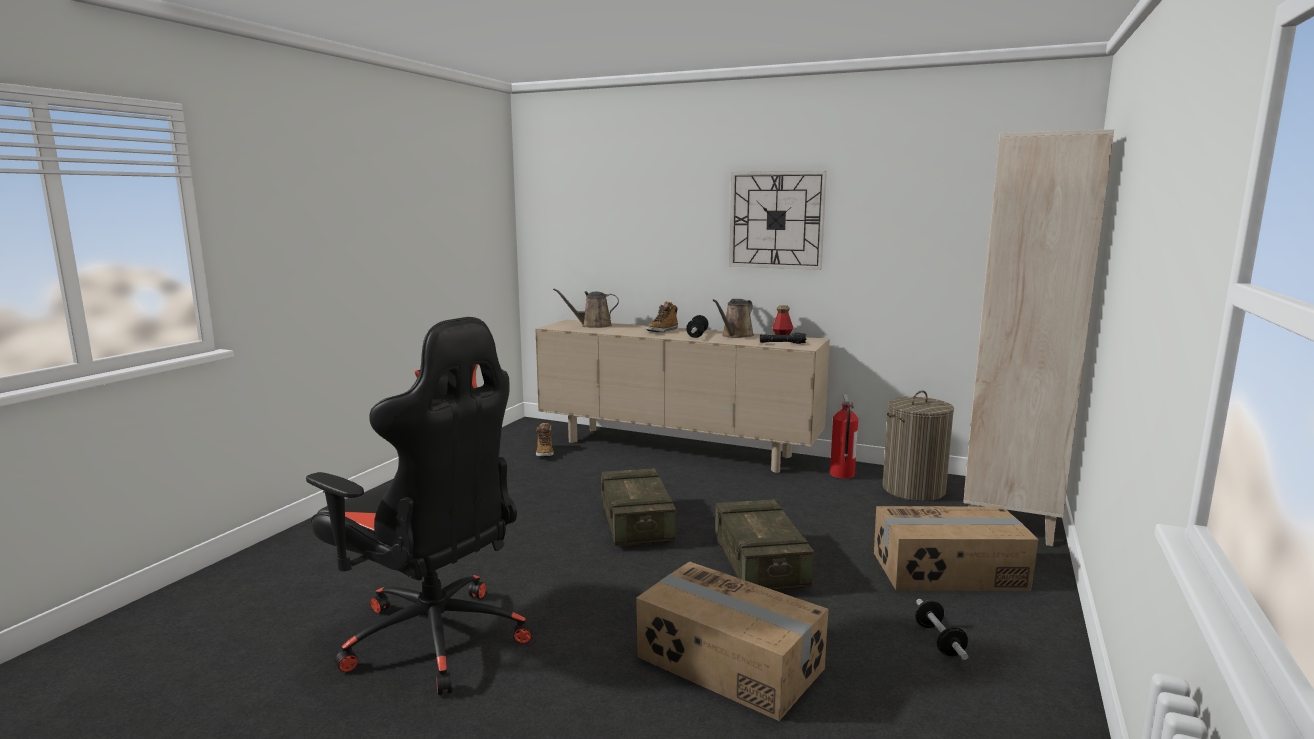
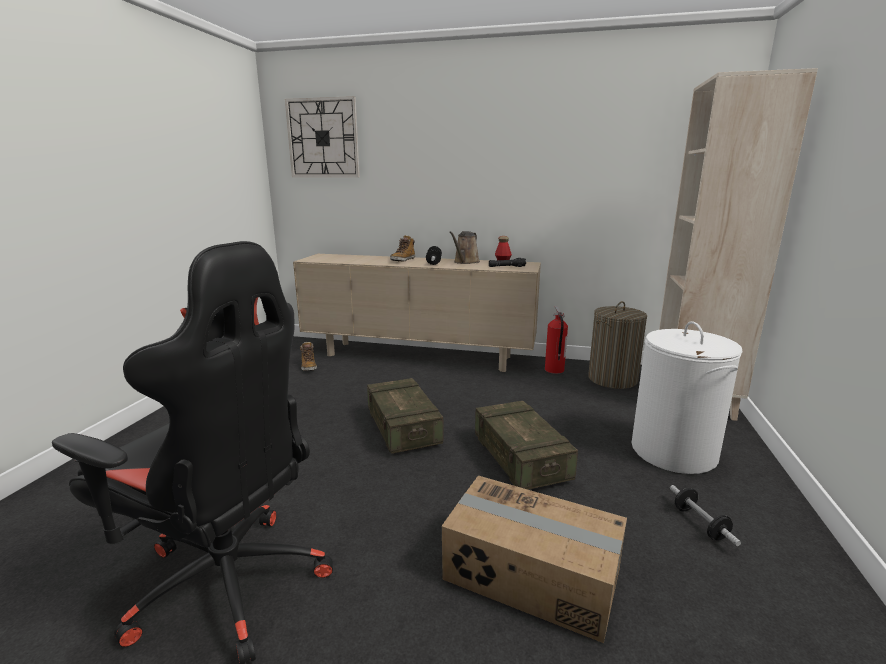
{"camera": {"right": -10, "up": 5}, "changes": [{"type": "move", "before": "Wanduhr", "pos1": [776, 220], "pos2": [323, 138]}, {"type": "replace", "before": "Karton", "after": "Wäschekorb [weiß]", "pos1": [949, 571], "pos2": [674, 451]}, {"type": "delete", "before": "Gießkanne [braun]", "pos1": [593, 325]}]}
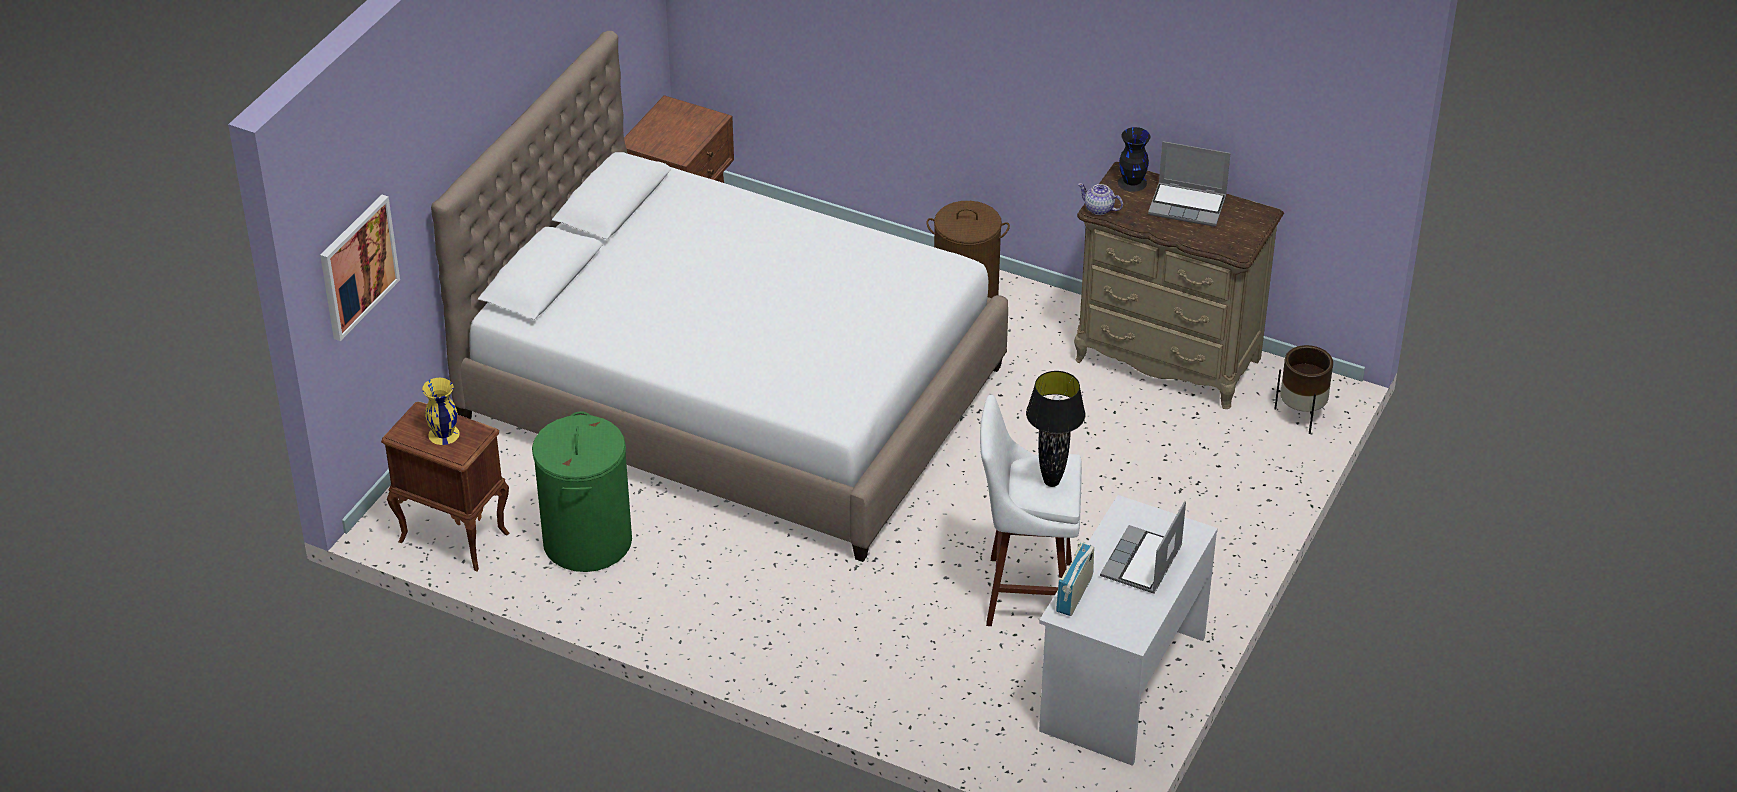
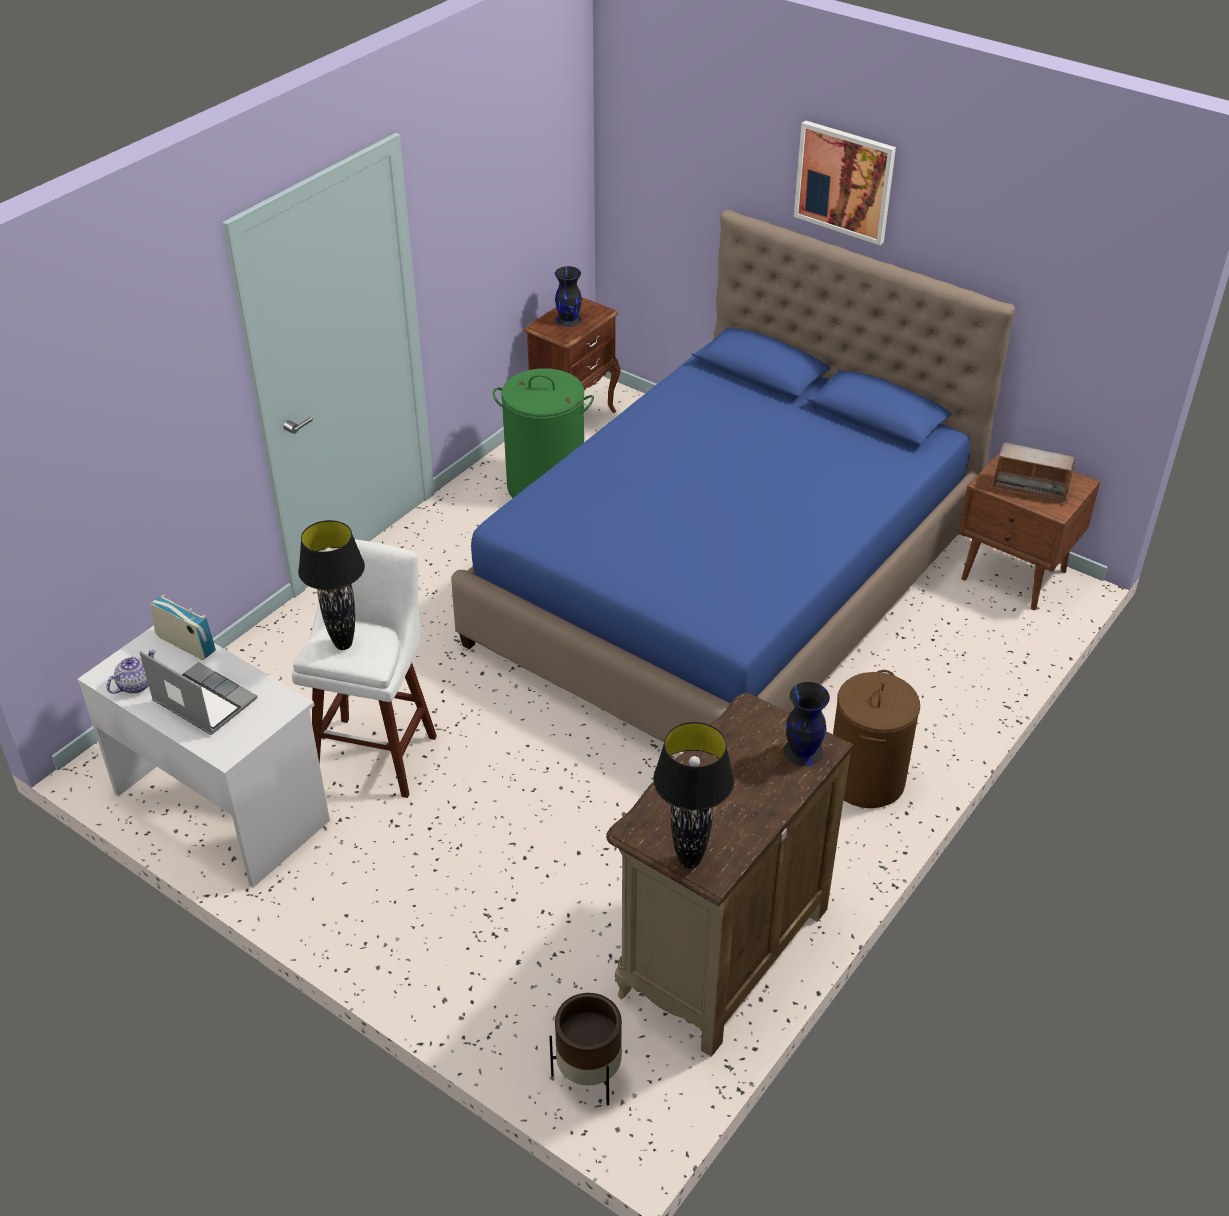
{"camera": {"right": 100, "up": 0}, "changes": [{"type": "move", "before": "Teekanne", "pos1": [1099, 209], "pos2": [135, 685]}, {"type": "recolor", "before": "Bett [weiß]", "after": "Bett [blau]", "pos1": [732, 392], "pos2": [727, 586]}, {"type": "recolor", "before": "Vase [gelb]", "after": "Vase [schwarz]", "pos1": [443, 434], "pos2": [568, 319]}, {"type": "insert", "after": "Tischlampe [schwarz]", "pos2": [689, 860]}, {"type": "move", "before": "Bild", "pos1": [357, 266], "pos2": [844, 181]}, {"type": "insert", "after": "Radio", "pos2": [1030, 489]}, {"type": "delete", "before": "Laptop", "pos1": [1188, 205]}]}
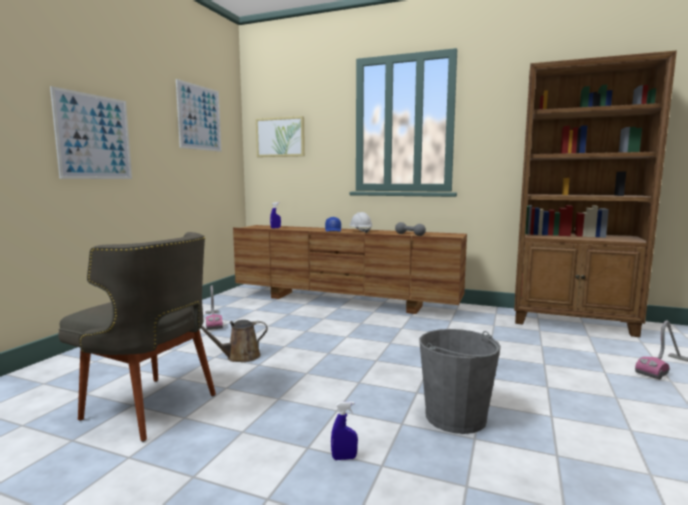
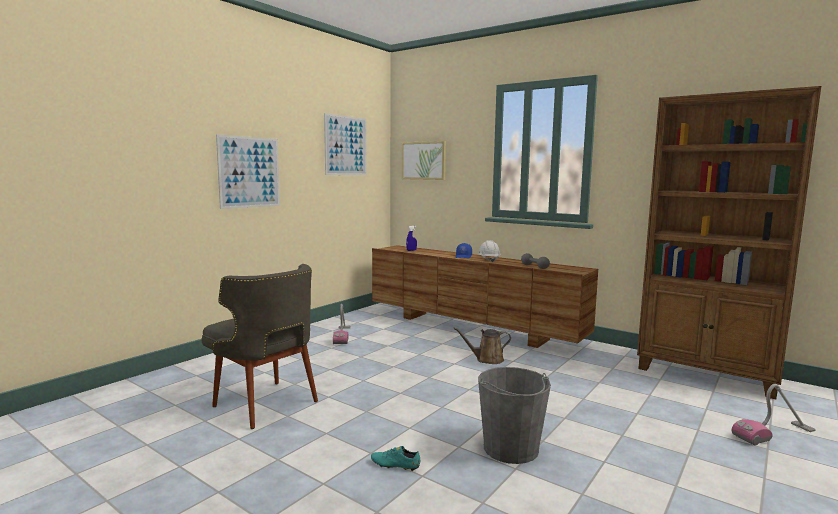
{"camera": {"right": 15, "up": 0}, "changes": [{"type": "replace", "before": "Sprühflasche [blau]", "after": "Schuh [türkis]", "pos1": [344, 458], "pos2": [395, 465]}, {"type": "move", "before": "Gießkanne [braun]", "pos1": [240, 357], "pos2": [487, 359]}]}
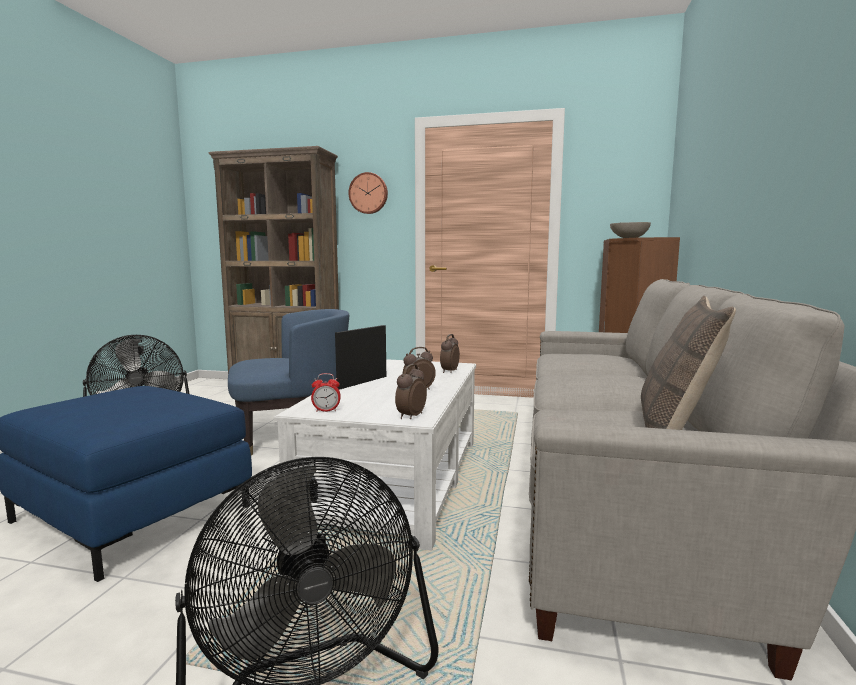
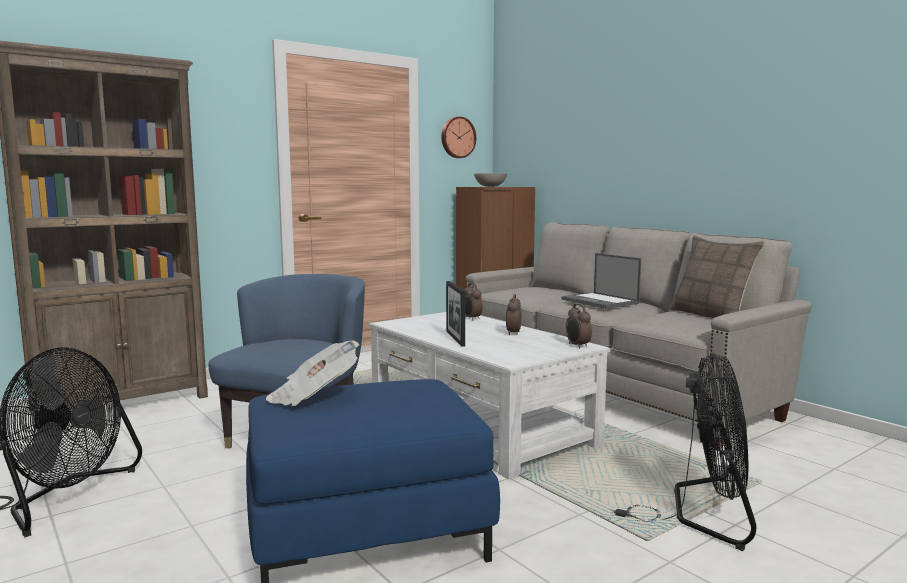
{"camera": {"right": -50, "up": 0}, "changes": [{"type": "insert", "after": "Zeitung", "pos2": [314, 397]}, {"type": "move", "before": "Wanduhr", "pos1": [368, 193], "pos2": [457, 137]}, {"type": "insert", "after": "Laptop", "pos2": [600, 301]}, {"type": "delete", "before": "Wecker", "pos1": [326, 411]}]}
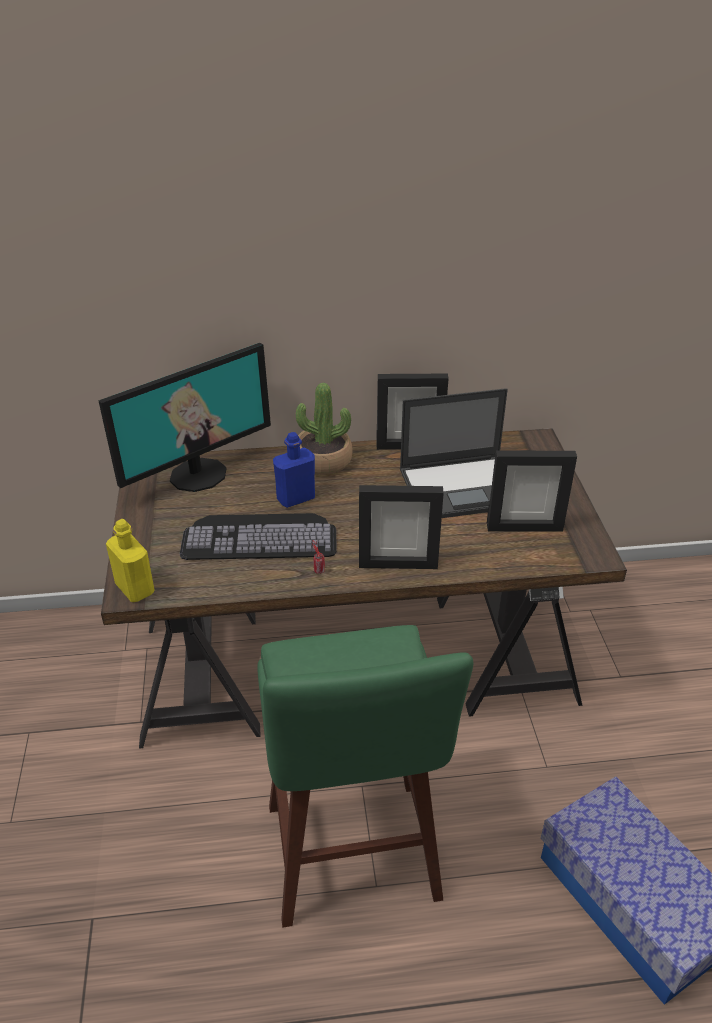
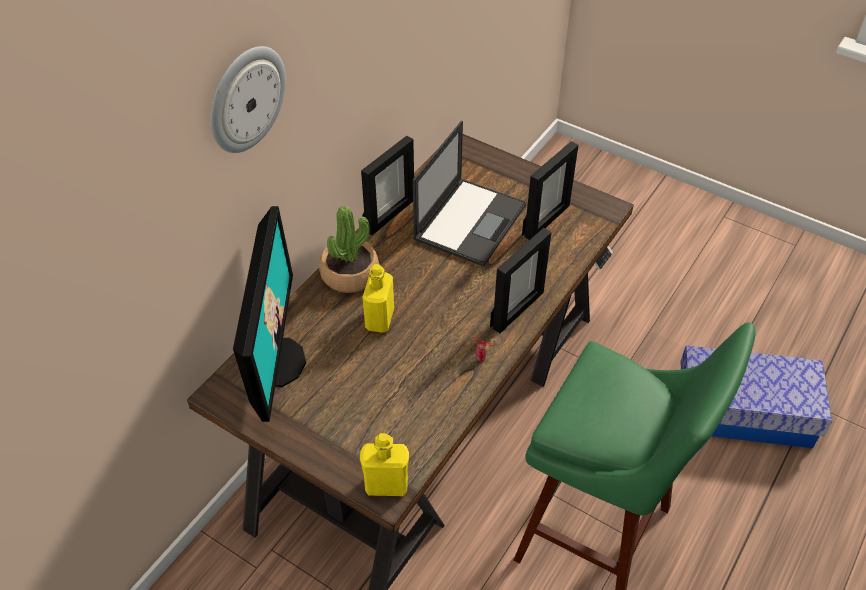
{"camera": {"right": -50, "up": 10}, "changes": [{"type": "insert", "after": "Wanduhr", "pos2": [246, 99]}, {"type": "recolor", "before": "Flasche [blau]", "after": "Flasche [gelb]", "pos1": [296, 498], "pos2": [379, 319]}, {"type": "delete", "before": "Tastatur", "pos1": [261, 536]}]}
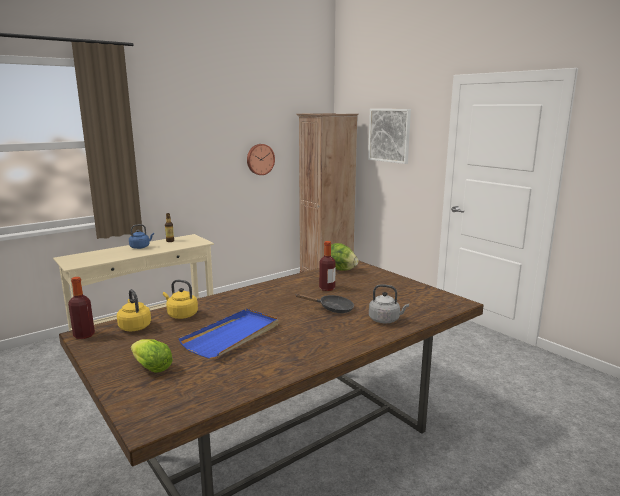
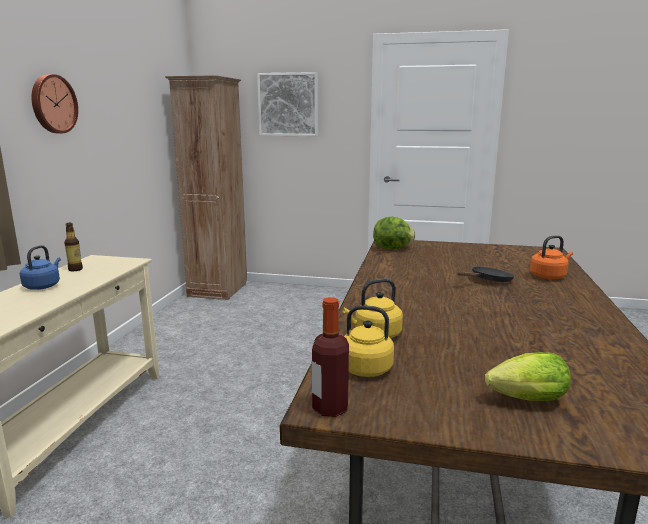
{"camera": {"right": -40, "up": 0}, "changes": [{"type": "move", "before": "Wanduhr", "pos1": [260, 159], "pos2": [52, 104]}, {"type": "recolor", "before": "Wasserkessel [grau]", "after": "Wasserkessel [orange]", "pos1": [385, 320], "pos2": [549, 276]}, {"type": "delete", "before": "Tablett [blau]", "pos1": [233, 336]}, {"type": "delete", "before": "Flasche", "pos1": [327, 288]}]}
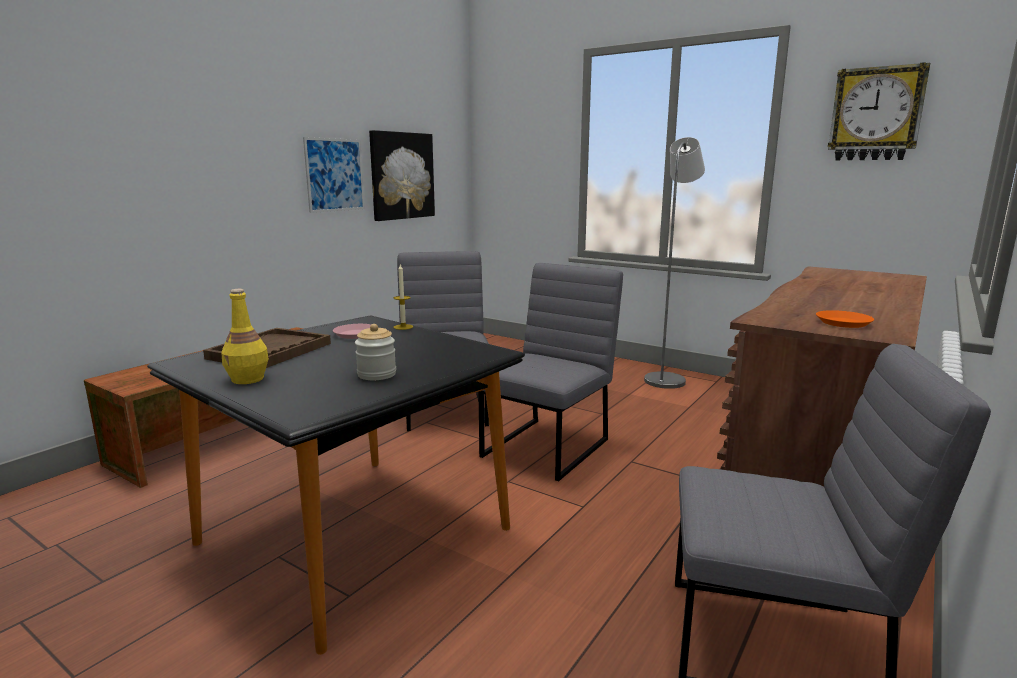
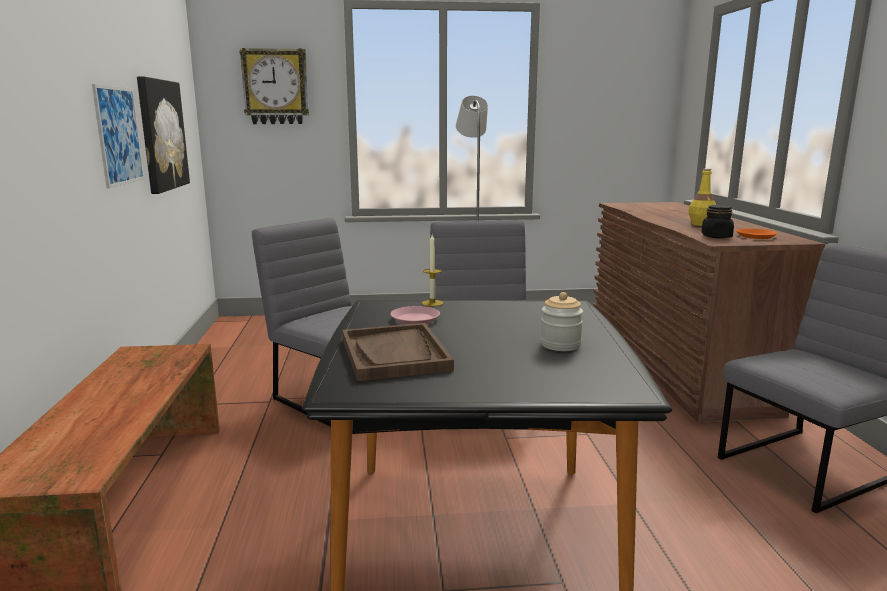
{"camera": {"right": -40, "up": 0}, "changes": [{"type": "move", "before": "Wanduhr", "pos1": [876, 114], "pos2": [276, 87]}, {"type": "move", "before": "Flasche [gelb]", "pos1": [248, 379], "pos2": [701, 224]}, {"type": "insert", "after": "Vorratsglas [schwarz]", "pos2": [716, 237]}]}
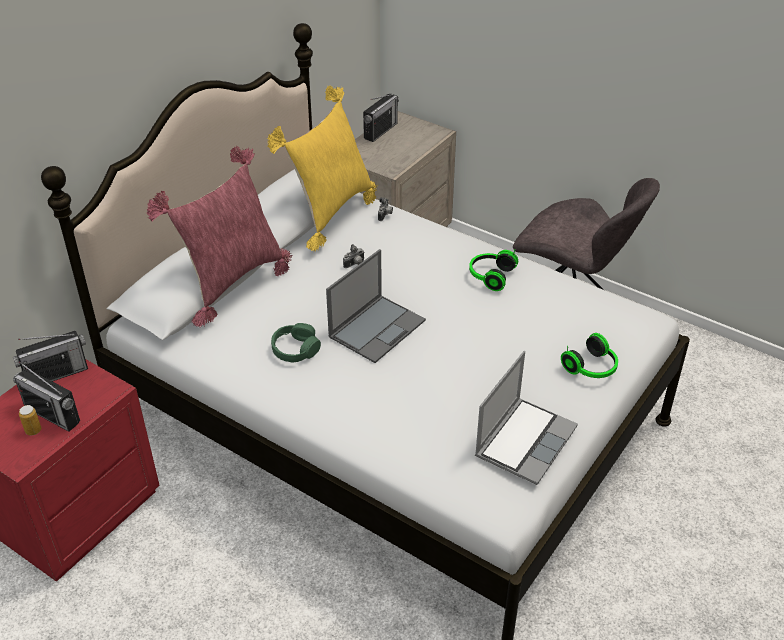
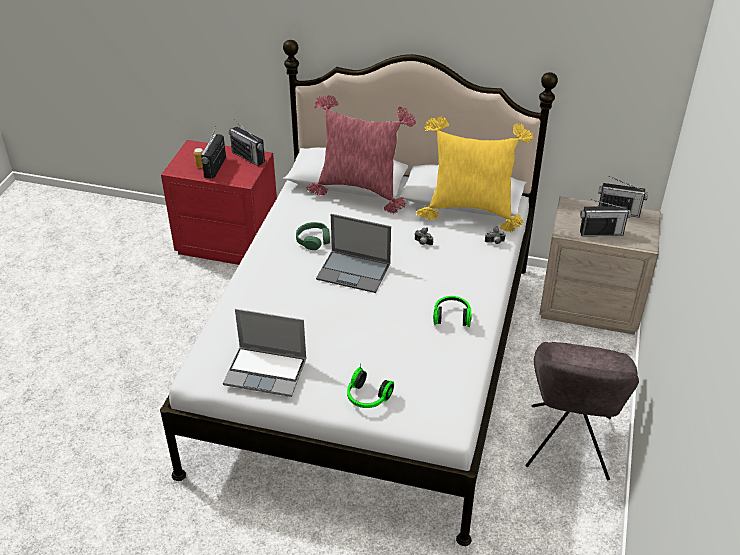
{"camera": {"right": 70, "up": 0}, "changes": [{"type": "insert", "after": "Radio", "pos2": [601, 232]}]}
